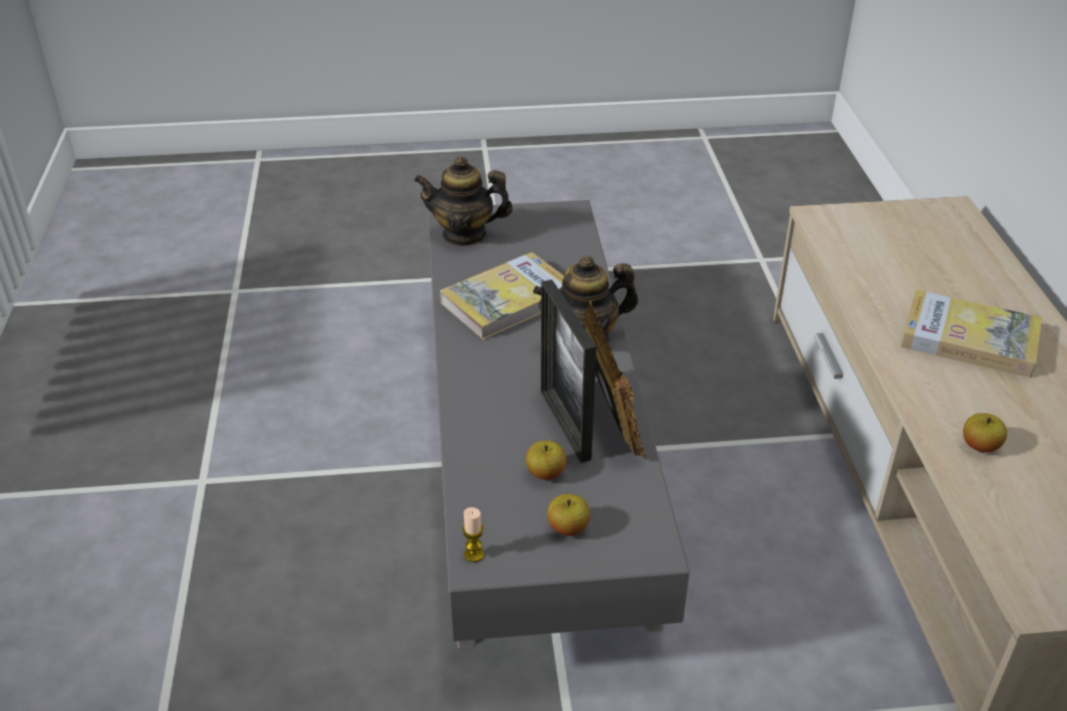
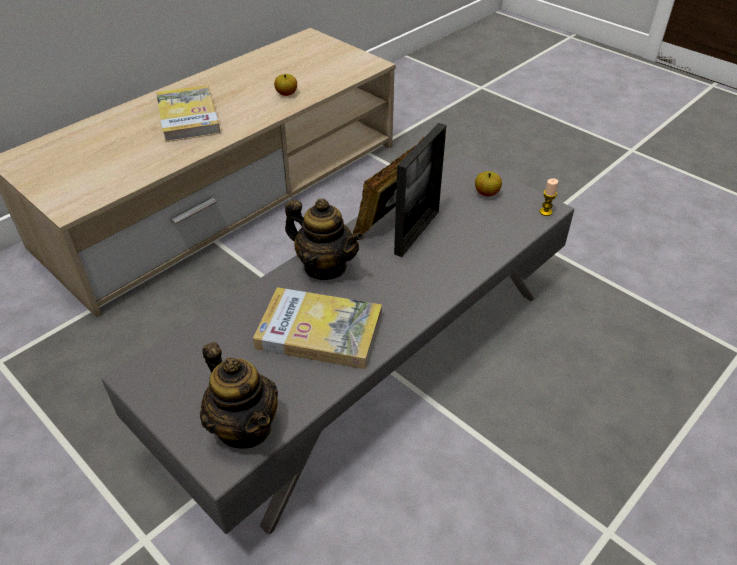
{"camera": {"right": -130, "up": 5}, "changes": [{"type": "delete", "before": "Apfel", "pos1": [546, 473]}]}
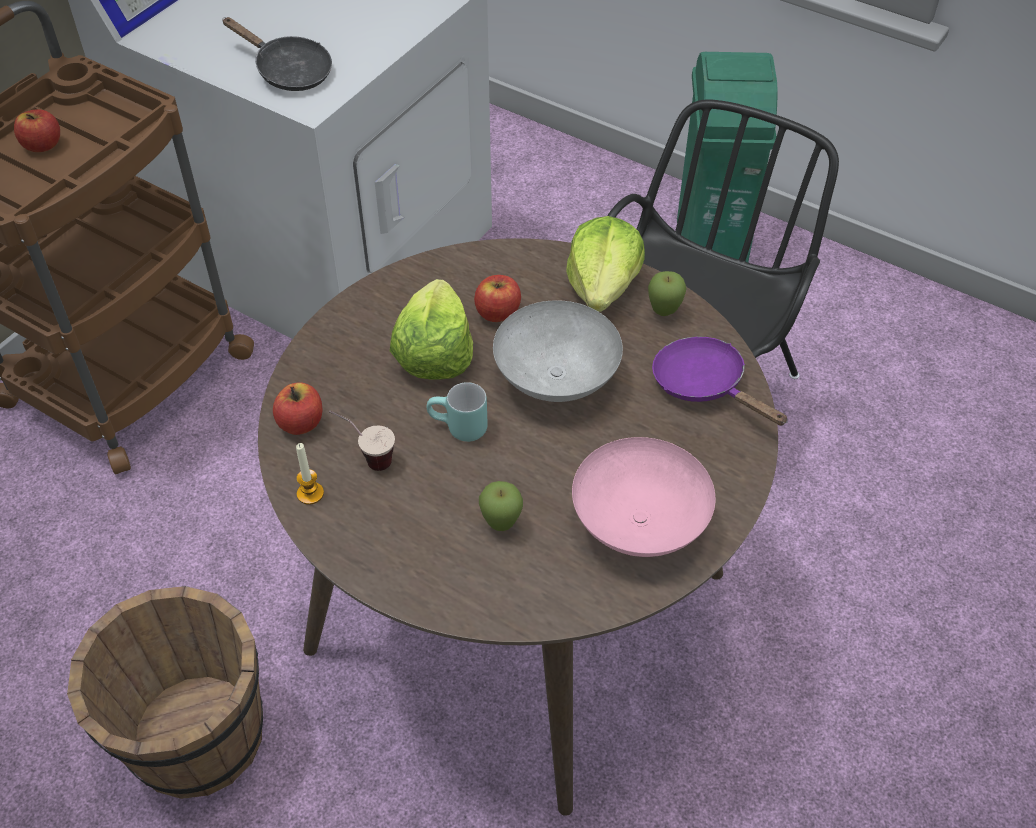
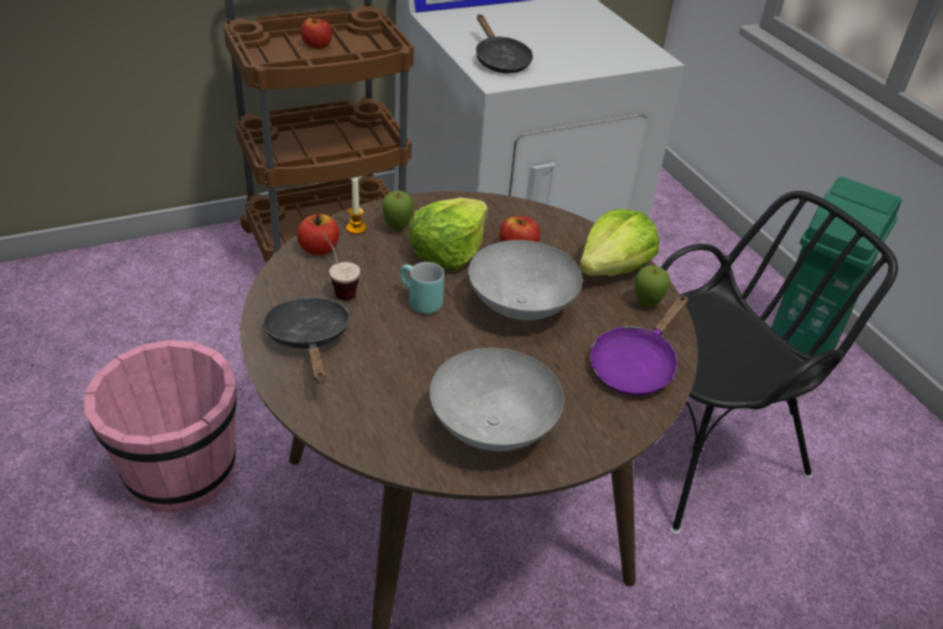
{"camera": {"right": 30, "up": -10}, "changes": [{"type": "recolor", "before": "Eimer [braun]", "after": "Eimer [rosa]", "pos1": [195, 737], "pos2": [180, 471]}, {"type": "insert", "after": "Pfanne [schwarz]", "pos2": [309, 339]}, {"type": "move", "before": "Kerze", "pos1": [310, 493], "pos2": [356, 228]}, {"type": "move", "before": "Apfel", "pos1": [501, 524], "pos2": [397, 228]}, {"type": "recolor", "before": "Schüssel [rosa]", "after": "Schüssel [grau]", "pos1": [641, 522], "pos2": [494, 427]}, {"type": "rotate", "before": "Pfanne [lila]", "pos1": [705, 385], "pos2": [635, 365], "turn": -135}]}
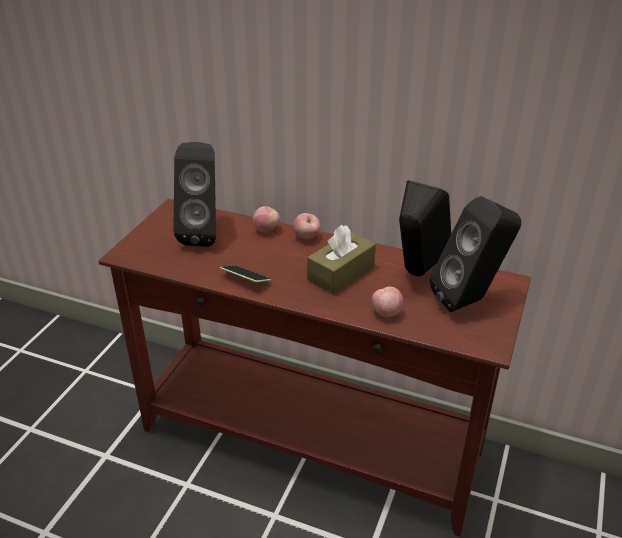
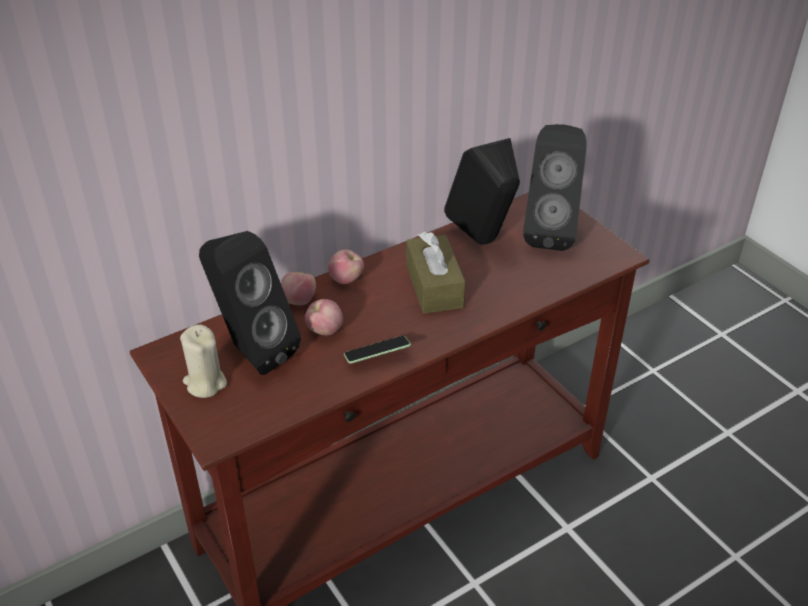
{"camera": {"right": -55, "up": 5}, "changes": [{"type": "insert", "after": "Kerze [beige]", "pos2": [205, 383]}, {"type": "move", "before": "Apfel", "pos1": [386, 313], "pos2": [324, 331]}]}
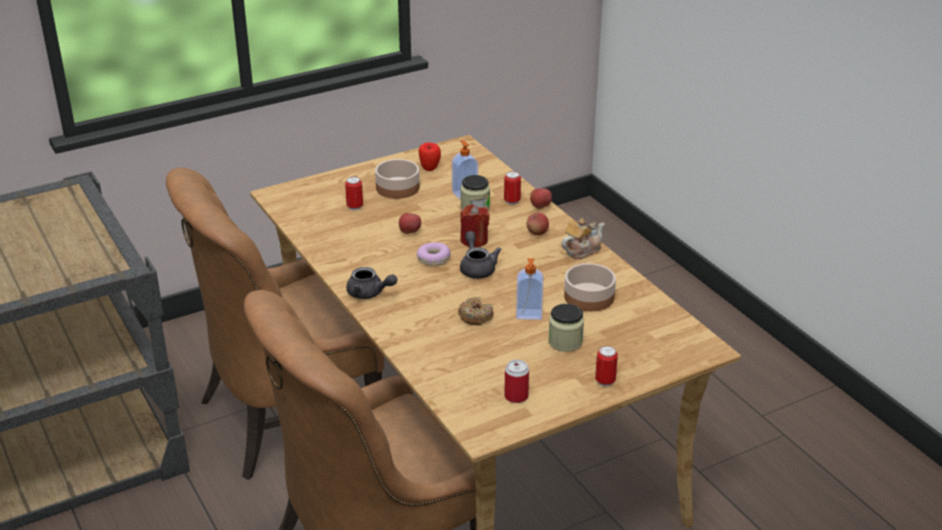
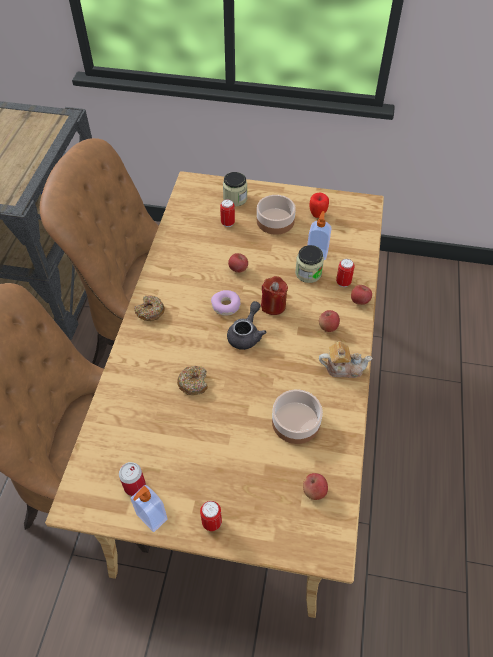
{"camera": {"right": 40, "up": 20}, "changes": [{"type": "move", "before": "Seifenspender", "pos1": [529, 315], "pos2": [151, 518]}, {"type": "replace", "before": "Teekanne [grau]", "after": "Donut", "pos1": [369, 293], "pos2": [150, 312]}, {"type": "move", "before": "Vorratsglas", "pos1": [565, 342], "pos2": [235, 198]}, {"type": "insert", "after": "Apfel", "pos2": [314, 491]}]}
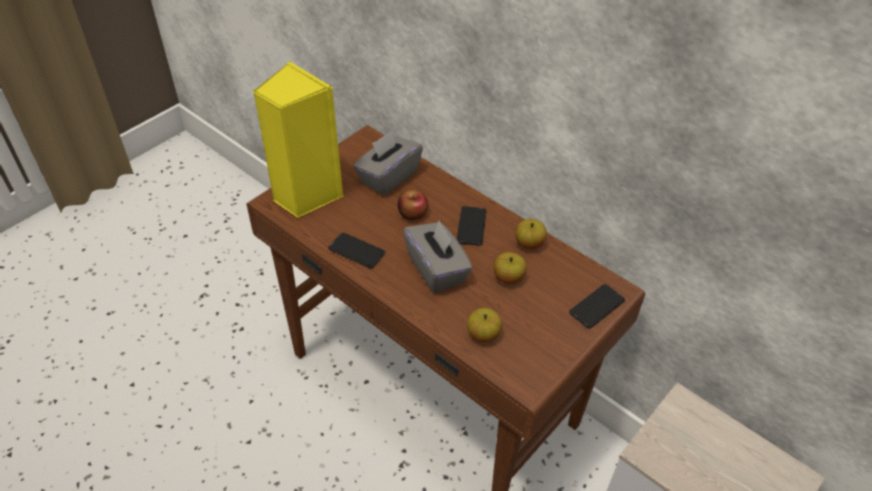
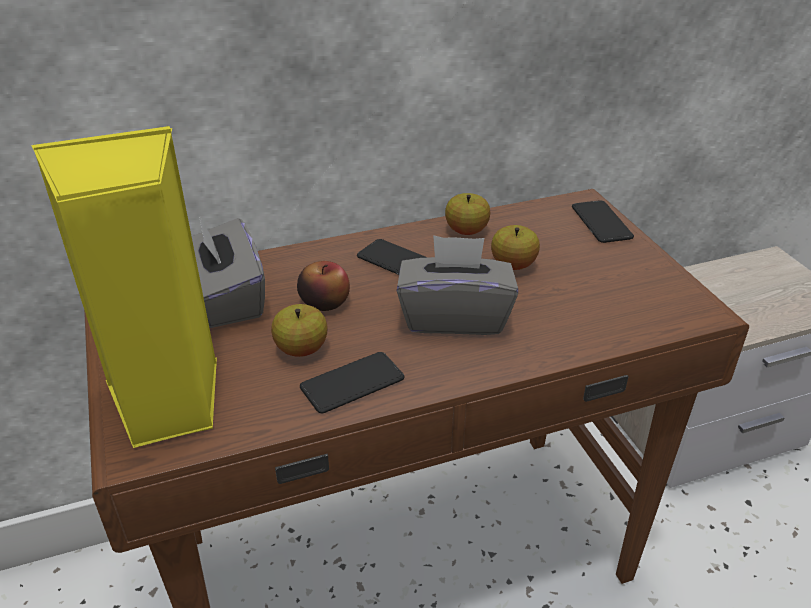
{"camera": {"right": -60, "up": -10}, "changes": [{"type": "move", "before": "Apfel", "pos1": [483, 334], "pos2": [301, 349]}]}
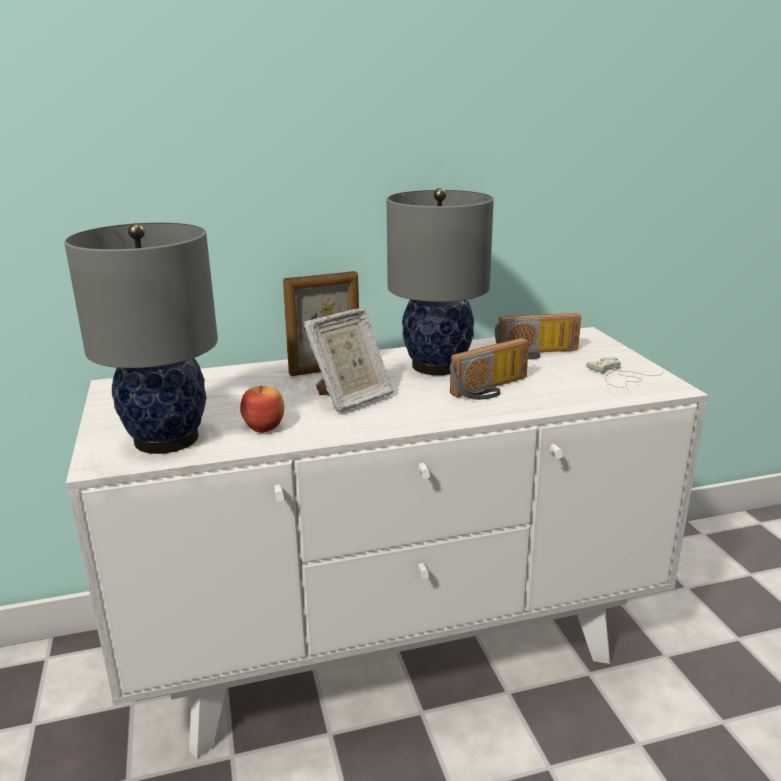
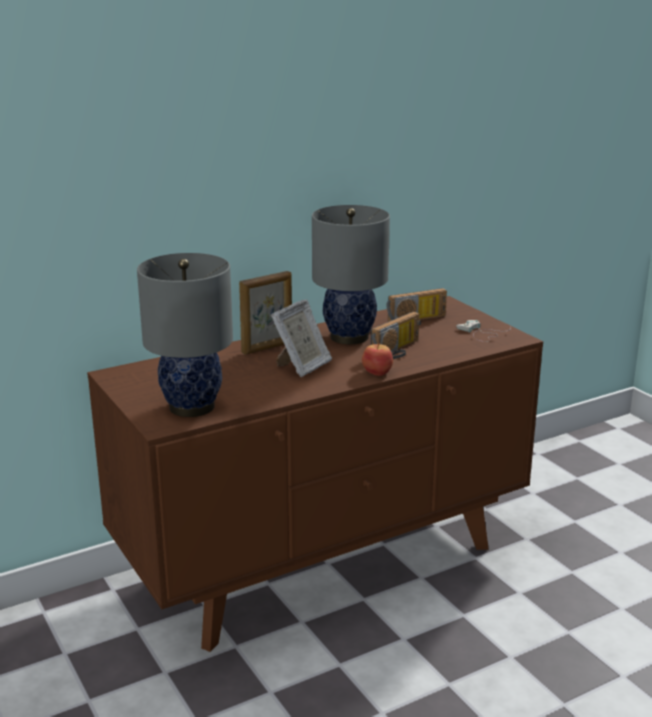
{"camera": {"right": -15, "up": 0}, "changes": [{"type": "recolor", "before": "Kommode [weiß]", "after": "Kommode [braun]", "pos1": [392, 642], "pos2": [323, 560]}, {"type": "move", "before": "Apfel", "pos1": [265, 426], "pos2": [377, 372]}]}
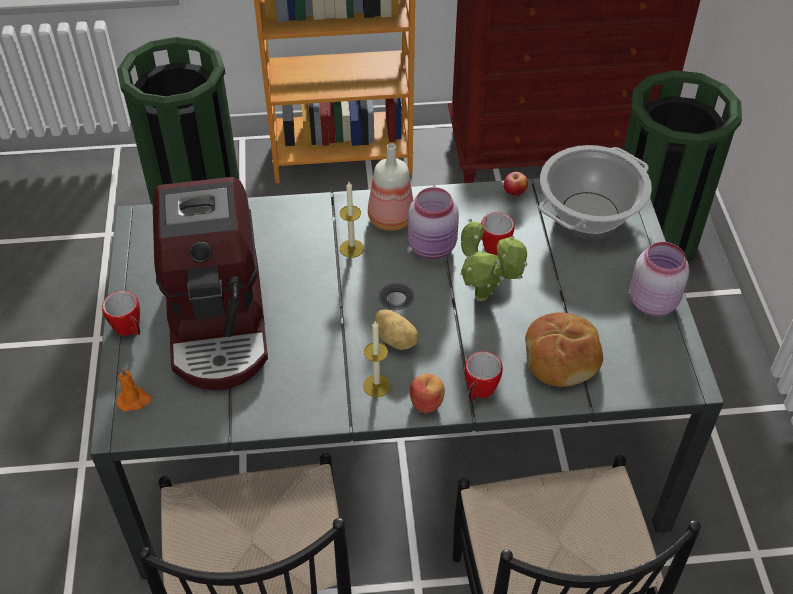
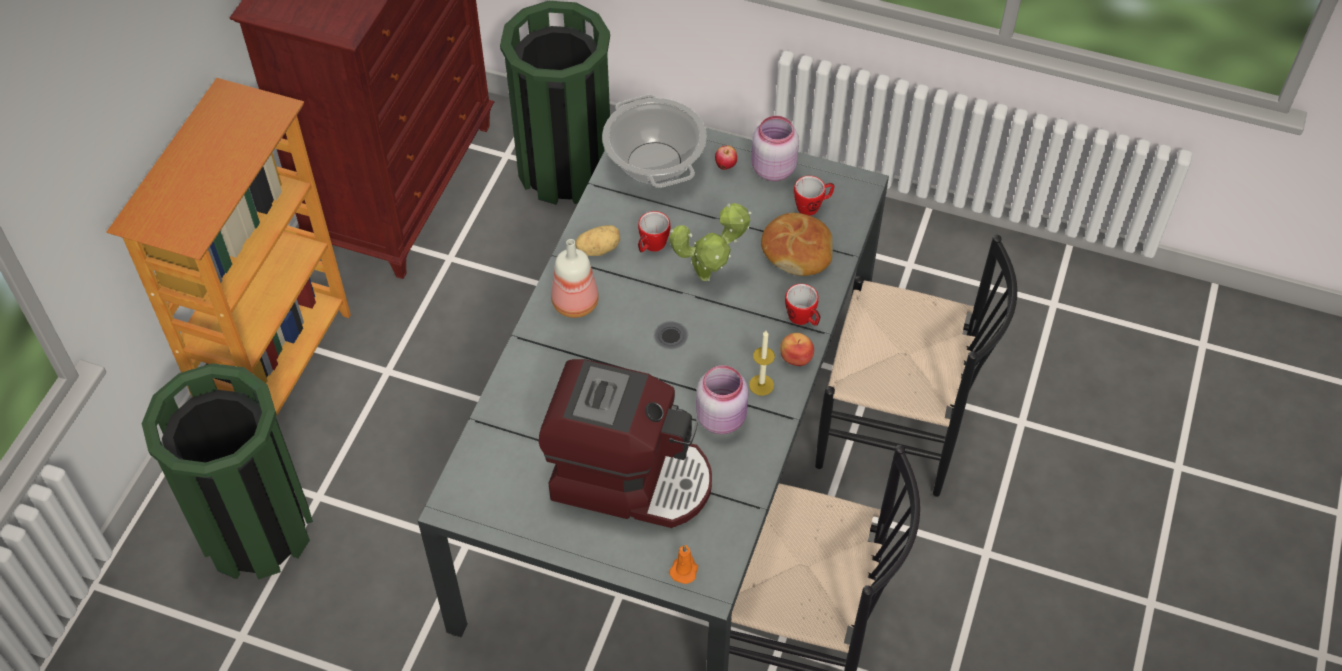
{"camera": {"right": -65, "up": 5}, "changes": [{"type": "move", "before": "Kartoffel", "pos1": [396, 339], "pos2": [598, 248]}, {"type": "move", "before": "Vorratsglas [rosa]", "pos1": [433, 247], "pos2": [722, 417]}, {"type": "move", "before": "Apfel", "pos1": [514, 194], "pos2": [726, 166]}, {"type": "move", "before": "Henkelbecher", "pos1": [130, 329], "pos2": [812, 206]}, {"type": "delete", "before": "Kerze", "pos1": [352, 248]}]}
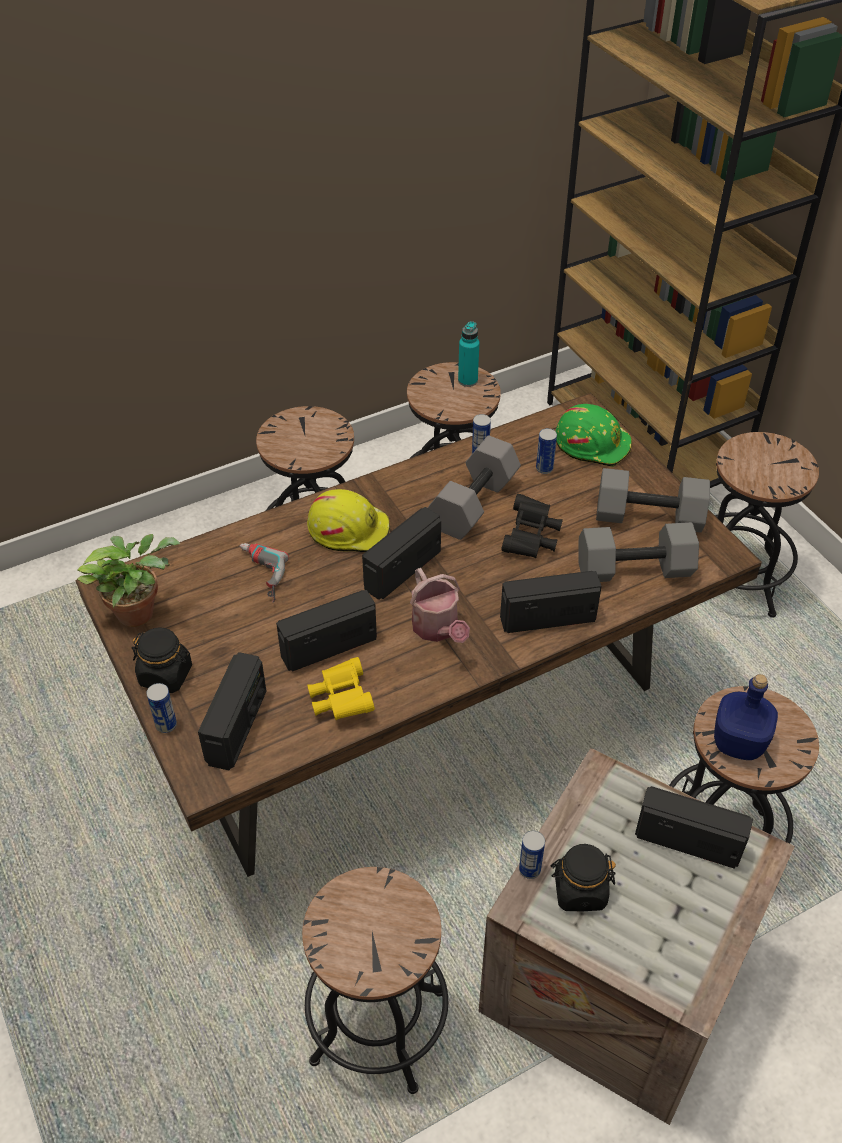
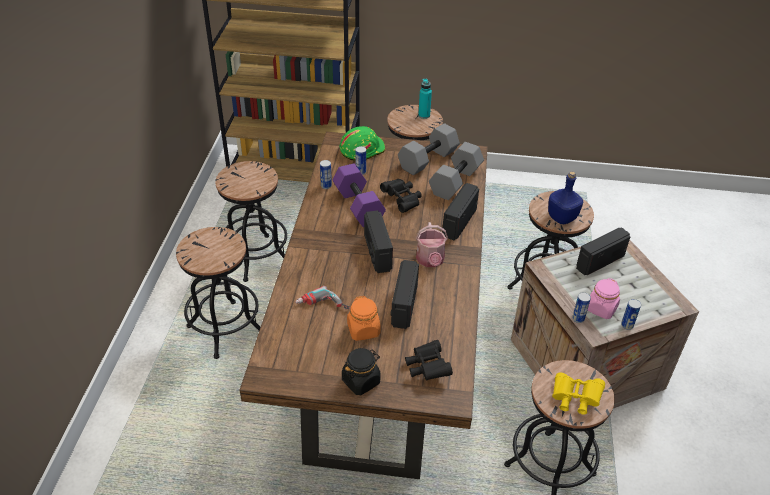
{"camera": {"right": -55, "up": -5}, "changes": [{"type": "recolor", "before": "Hantel [grau]", "after": "Hantel [lila]", "pos1": [472, 502], "pos2": [357, 206]}, {"type": "insert", "after": "Vorratsglas [orange]", "pos2": [363, 330]}, {"type": "replace", "before": "Radio", "after": "Fernglas [schwarz]", "pos1": [237, 727], "pos2": [427, 368]}, {"type": "rotate", "before": "Gießkanne", "pos1": [438, 629], "pos2": [430, 261], "turn": 75}, {"type": "move", "before": "Flasche [türkis]", "pos1": [467, 380], "pos2": [424, 115]}, {"type": "move", "before": "Fernglas [gelb]", "pos1": [341, 700], "pos2": [574, 399]}, {"type": "recolor", "before": "Vorratsglas [schwarz]", "after": "Vorratsglas [rosa]", "pos1": [579, 890], "pos2": [601, 309]}, {"type": "move", "before": "Dose", "pos1": [166, 725], "pos2": [627, 325]}, {"type": "delete", "before": "Topfpflanze", "pos1": [140, 611]}, {"type": "delete", "before": "Schutzhelm [gelb]", "pos1": [349, 529]}]}
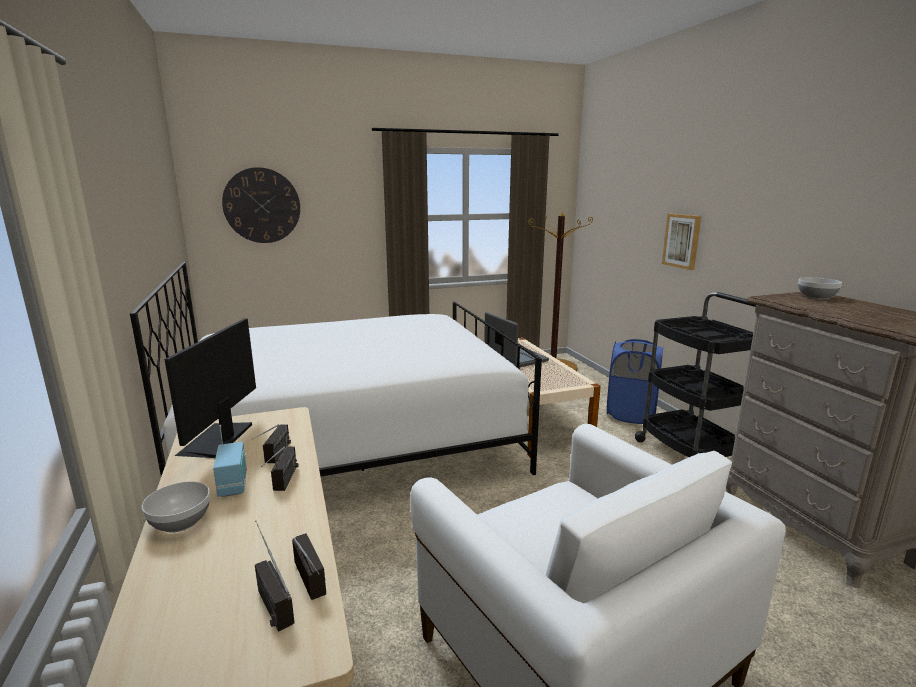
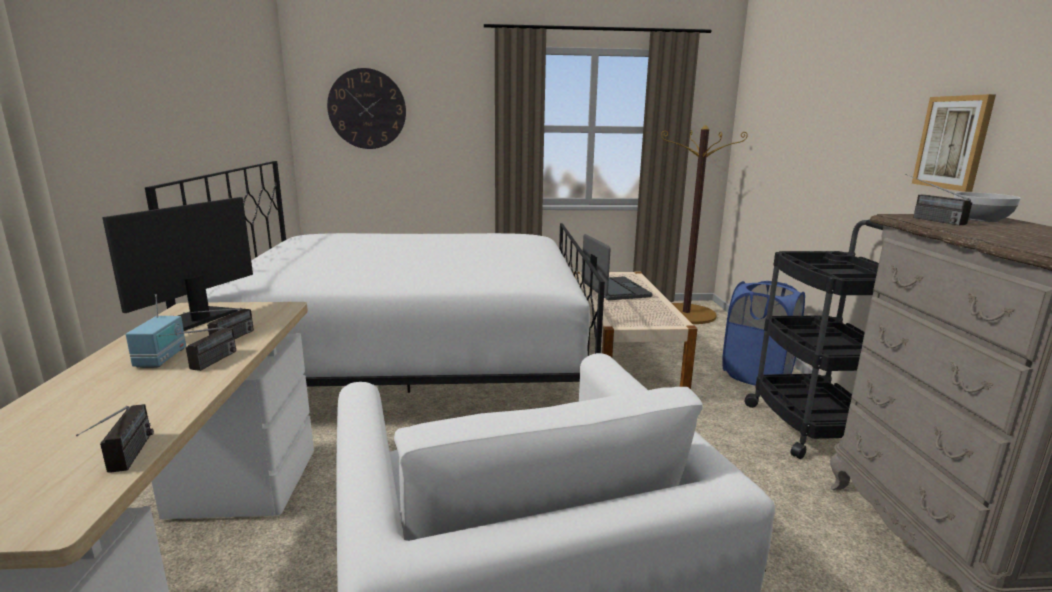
{"camera": {"right": 15, "up": 0}, "changes": [{"type": "move", "before": "Radio", "pos1": [268, 596], "pos2": [925, 219]}, {"type": "move", "before": "Bild", "pos1": [682, 241], "pos2": [953, 142]}, {"type": "delete", "before": "Schüssel", "pos1": [180, 521]}]}
